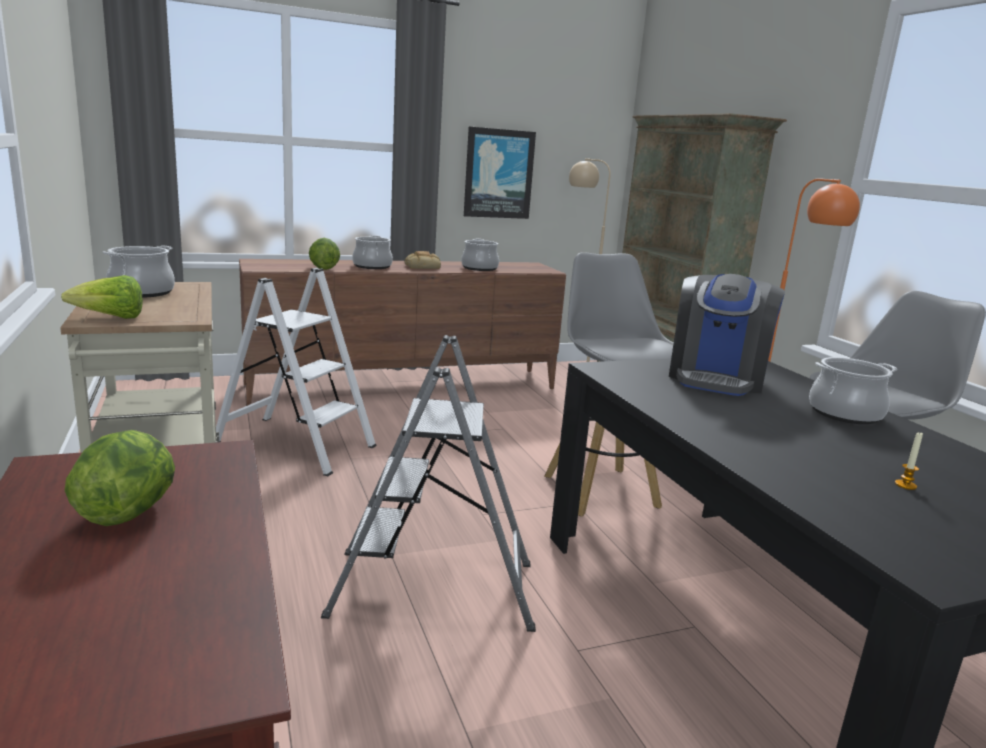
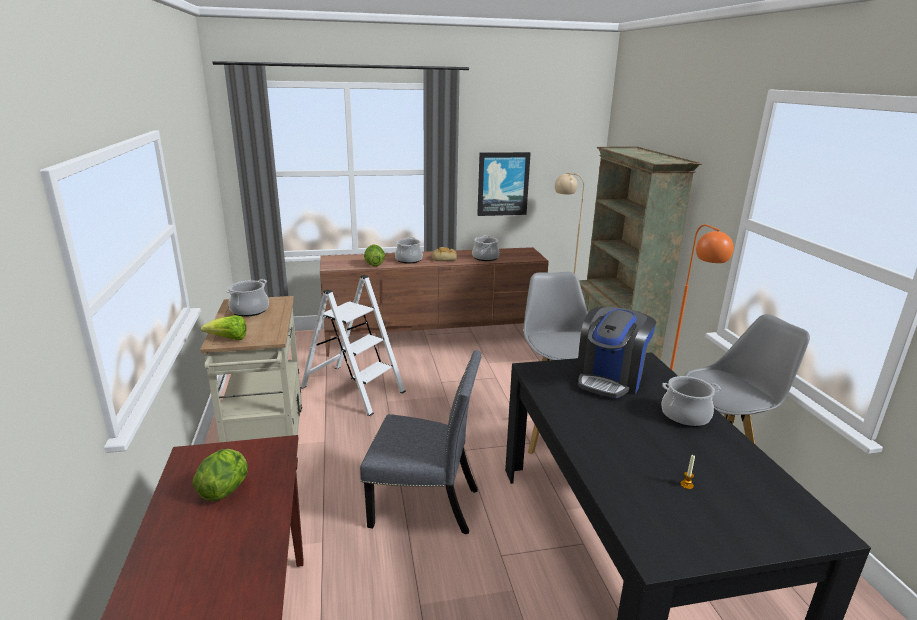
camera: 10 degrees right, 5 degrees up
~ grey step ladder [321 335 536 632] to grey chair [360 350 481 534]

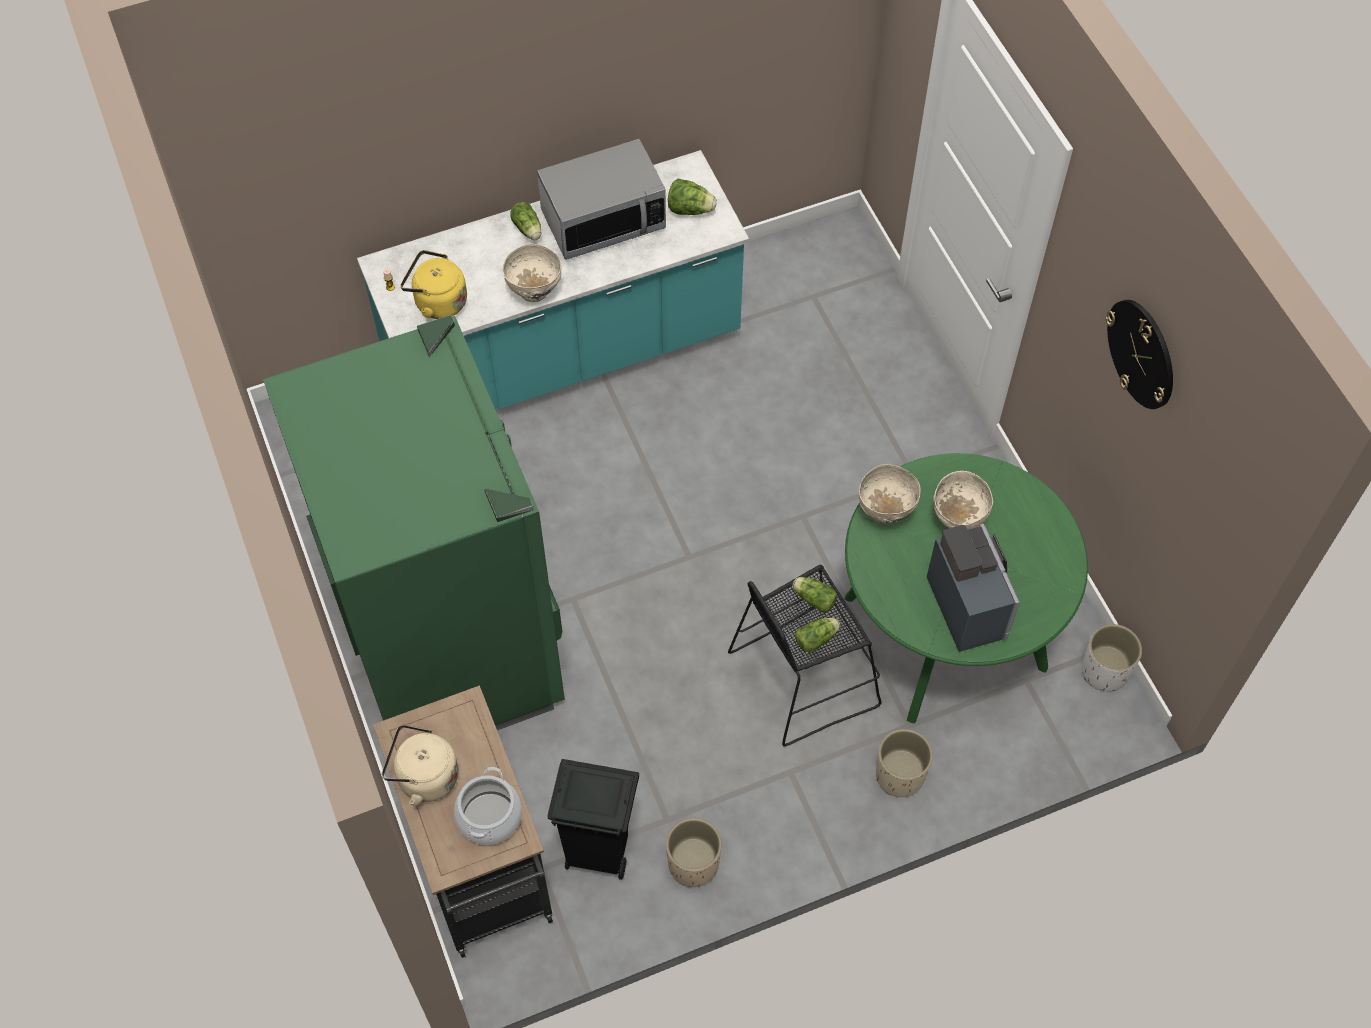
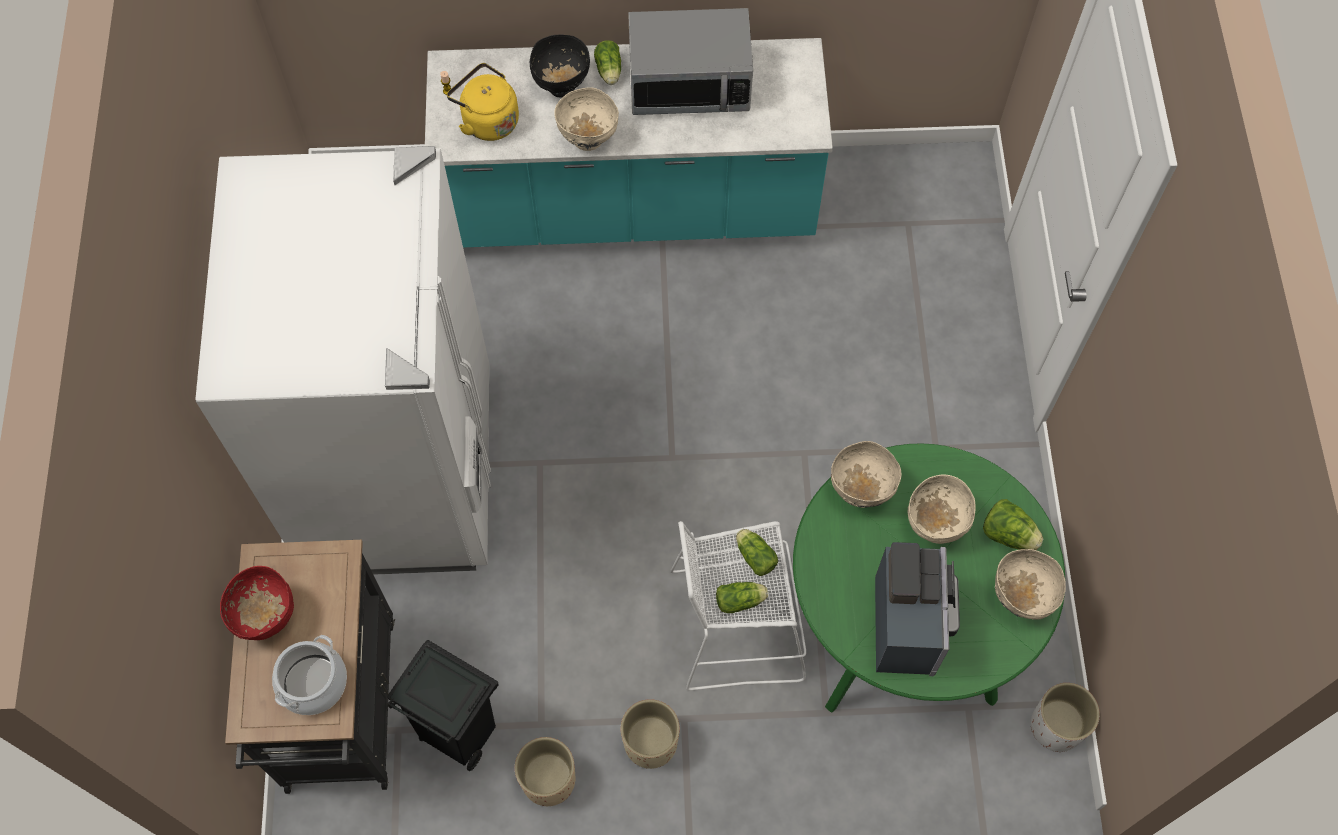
camera: 20 degrees right, 5 degrees up
~ lettuce [668 179 717 215] to [983 499 1043 550]
- wall clock [1106 300 1173 409]
~ green fridge [263 315 565 731] to white fridge [196 146 491 575]
~ black stool [728 565 882 747] to white stool [670 521 806 690]
~ beige kettle [382 725 459 806] to red bowl [220 566 294 640]
~ beige planter [876 729 933 797] to [621 699 680 769]
+ black bowl [530 34 590 97]
+ beige bowl [995 549 1066 620]

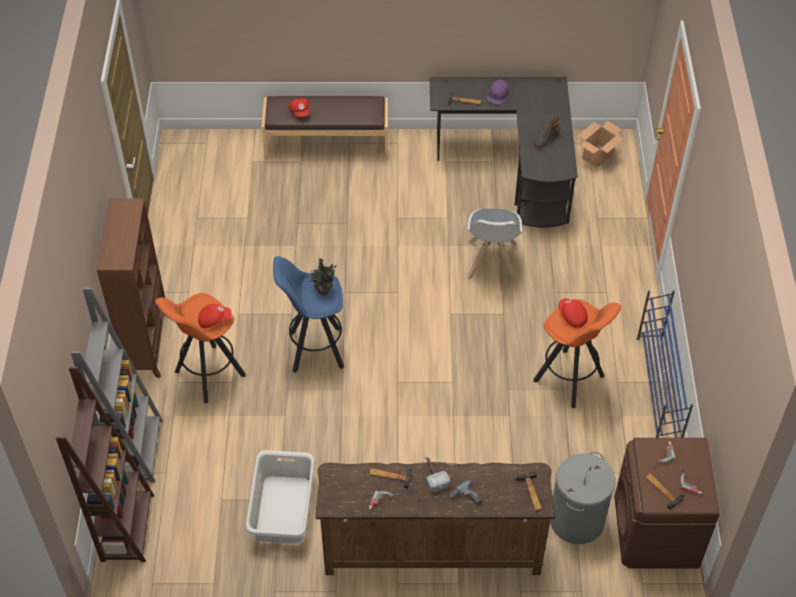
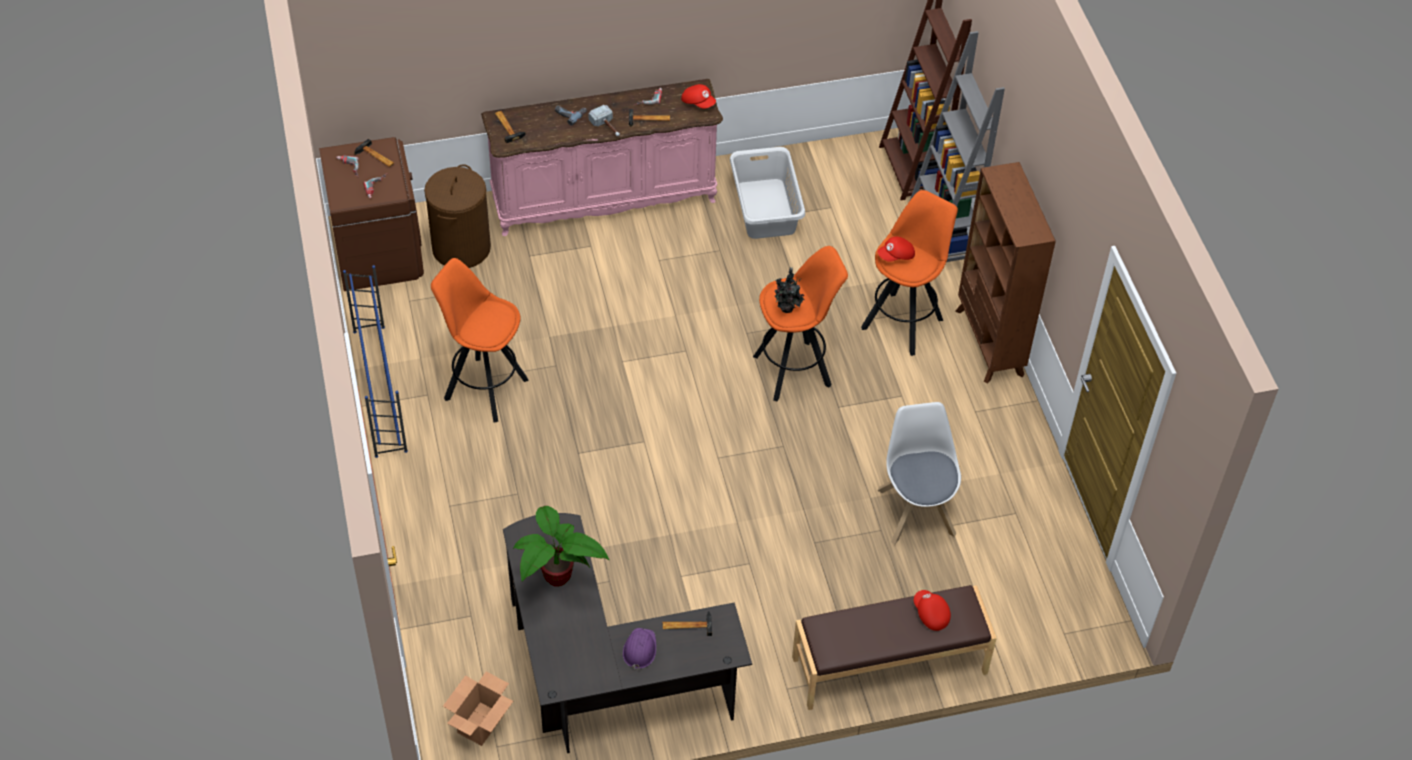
camera: 165 degrees right, 0 degrees up
~ boot [534 116 560 148] to potted plant [513 506 609 587]
~ chair [466 209 522 282] to [877 402 961 545]
~ blue stool [273 256 344 373] to orange stool [753 246 848 402]
~ red cap [558 298 588 328] to [681 84 716 109]
~ grey laundry basket [550 452 615 544] to brown laundry basket [424 164 491 268]

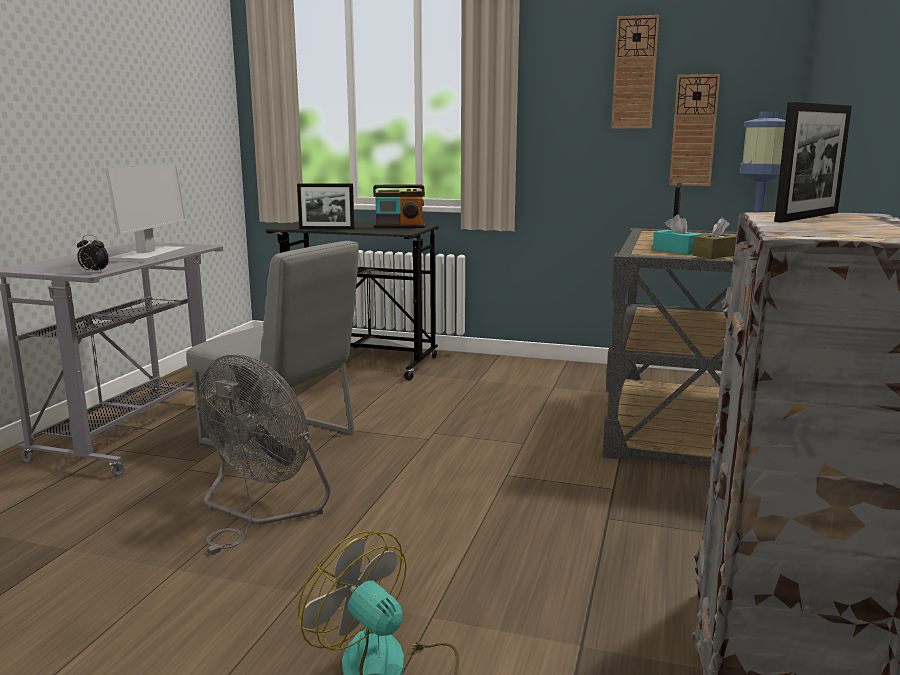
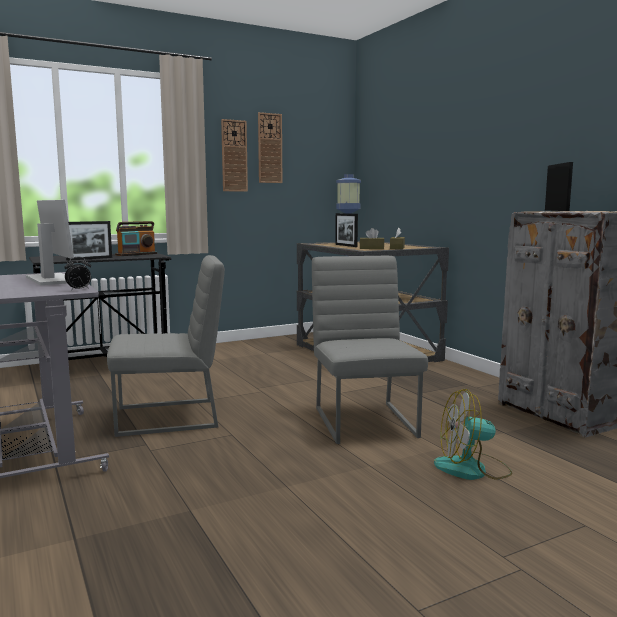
camera: 45 degrees left, 5 degrees down
~ wall clock [669 74 720 186] to [221 119 248 192]
~ turquoise tissue box [653 215 703 255] to brown tissue box [360 228 384 249]
- grey fan [197 355 330 555]
+ grey chair [312 256 428 444]

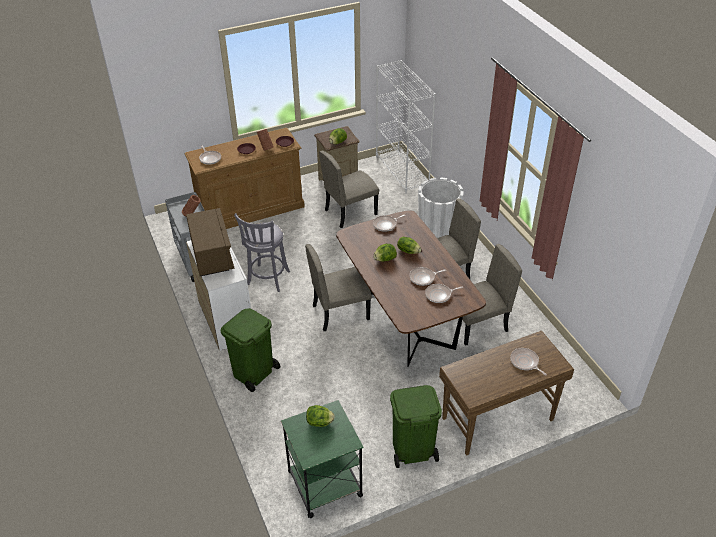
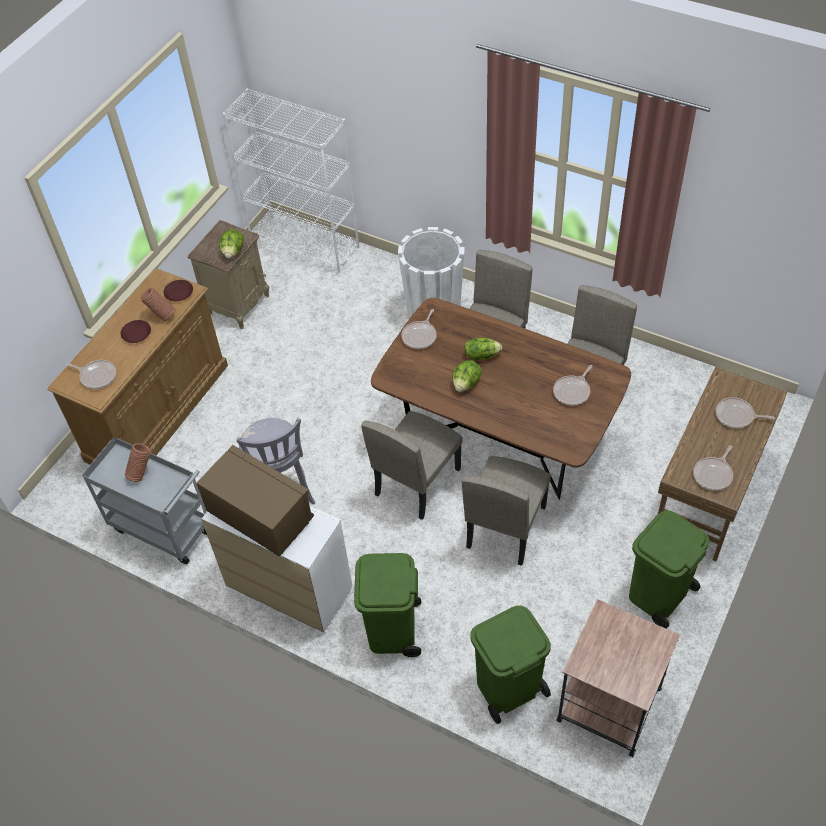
camera: 35 degrees left, 10 degrees up
~ beige chair [319 151 379 228] to [462 456 551 566]
~ frying pan [409 267 446 286] to [693 445 733 491]
~ green cart [281 400 363 518] to brown cart [556 599 680 757]
- lettuce [306 405 335 427]
+ green trash can [470 606 551 724]

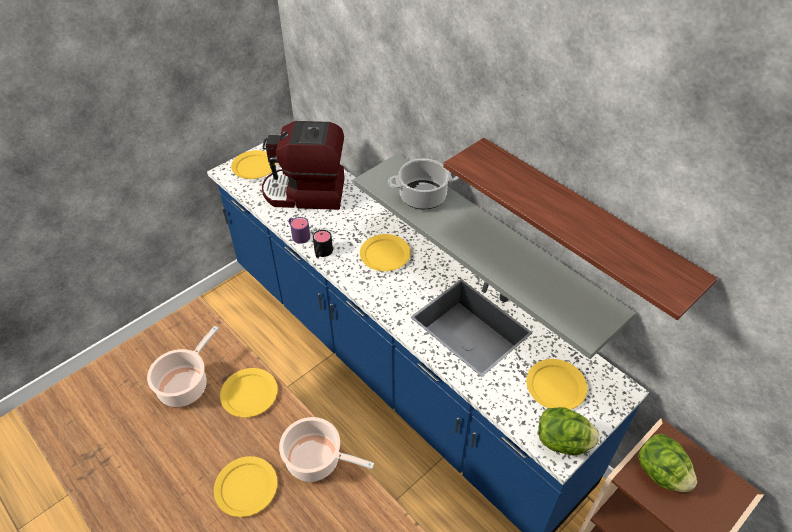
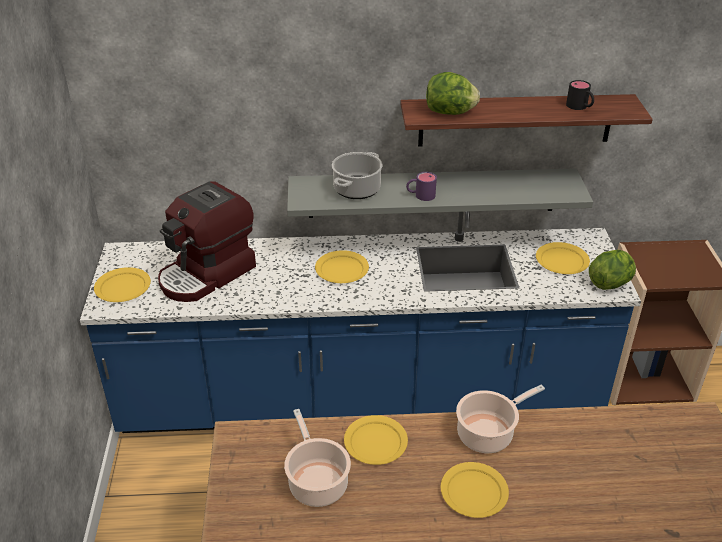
camera: 50 degrees left, 10 degrees down
~ purple mug [289 217 310 244] to [406 172 437 201]
~ black mug [313 230 333 258] to [566 80 594 110]
~ lettuce [638 434 697 492] to [426 72 480 115]

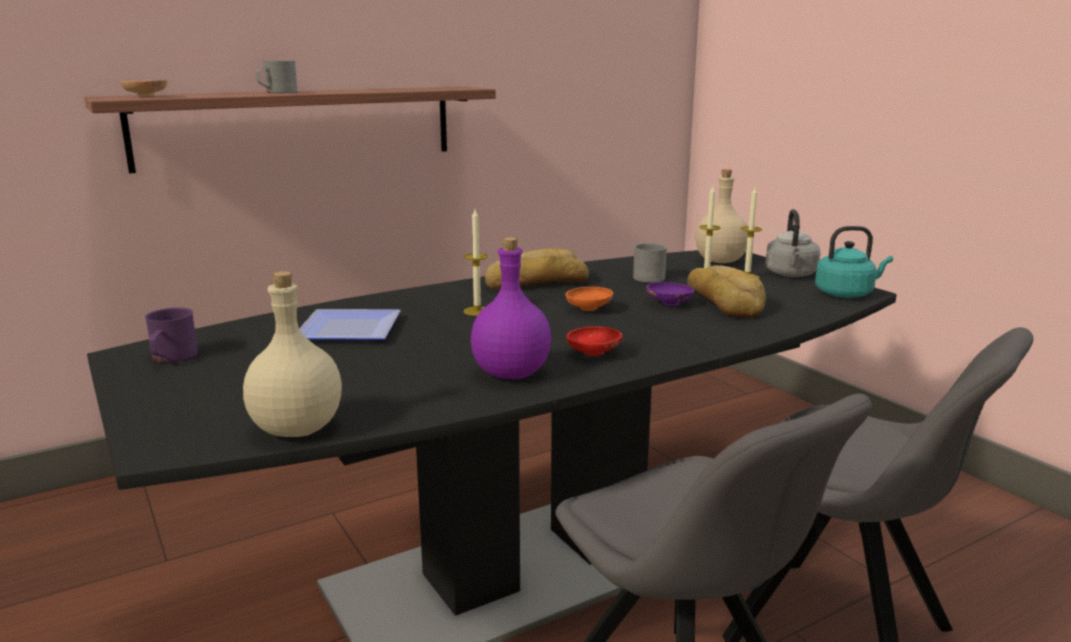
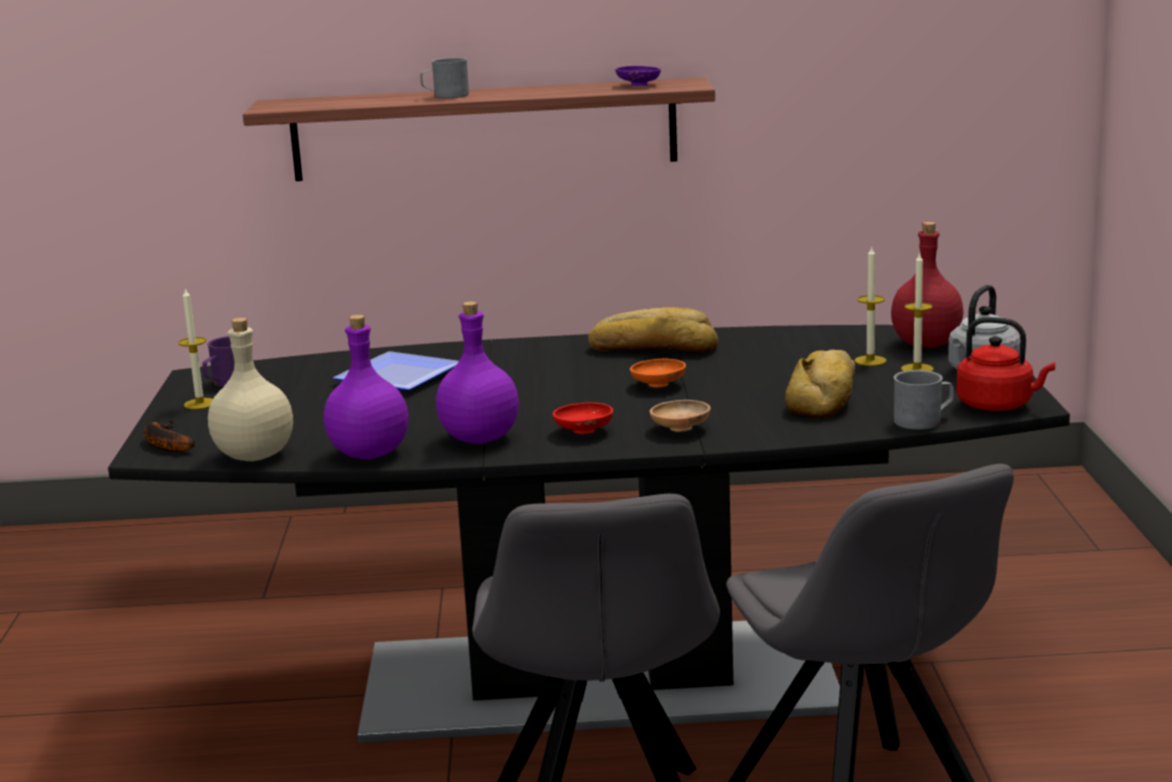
camera: 30 degrees right, 0 degrees up
~ brown bowl [120 80 167 97] to [650 400 711 432]
~ beige bottle [695 169 748 263] to red bottle [891 222 963 347]
~ candle [464 209 488 316] to [178 287 213 409]
~ turquoise kettle [815 226 893 298] to red kettle [956 317 1055 411]
~ grey mug [633 243 667 283] to [894 370 954 430]
~ purple bowl [646 282 694 306] to [615 66 661 86]
+ purple bottle [324 315 408 459]
+ banana [144 420 195 452]

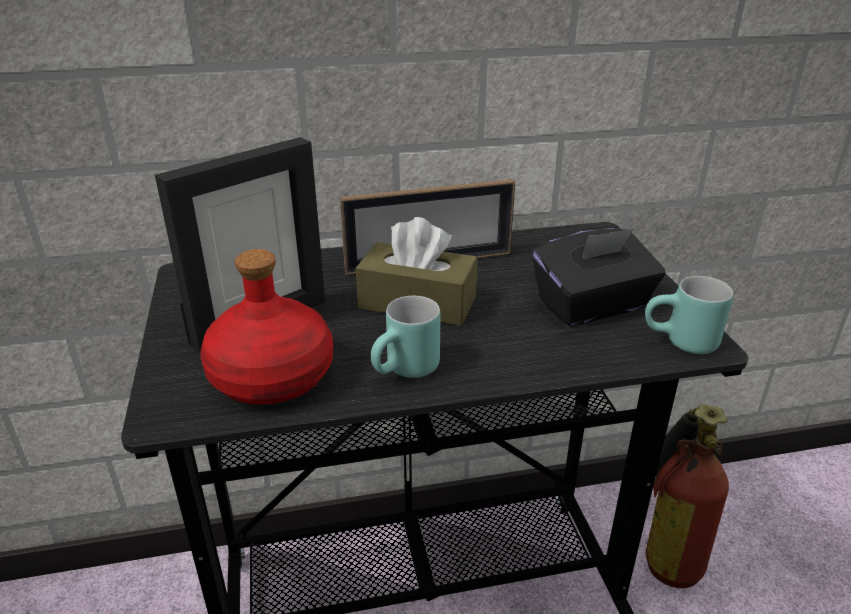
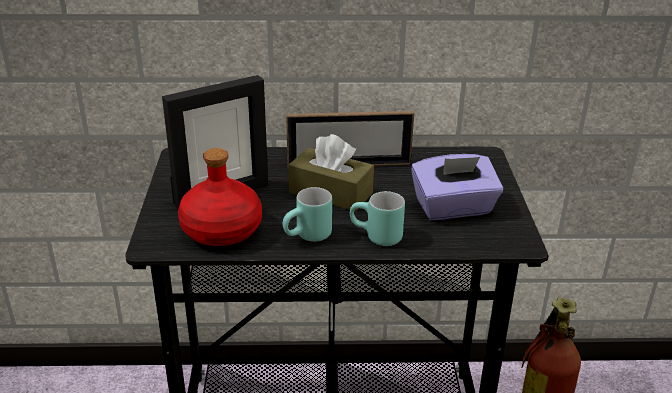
camera: 10 degrees right, 0 degrees up
~ black tissue box [532 228 665 326] to purple tissue box [411 154 503 220]
~ turquoise mug [645 276 733 354] to [350 191 405 246]

